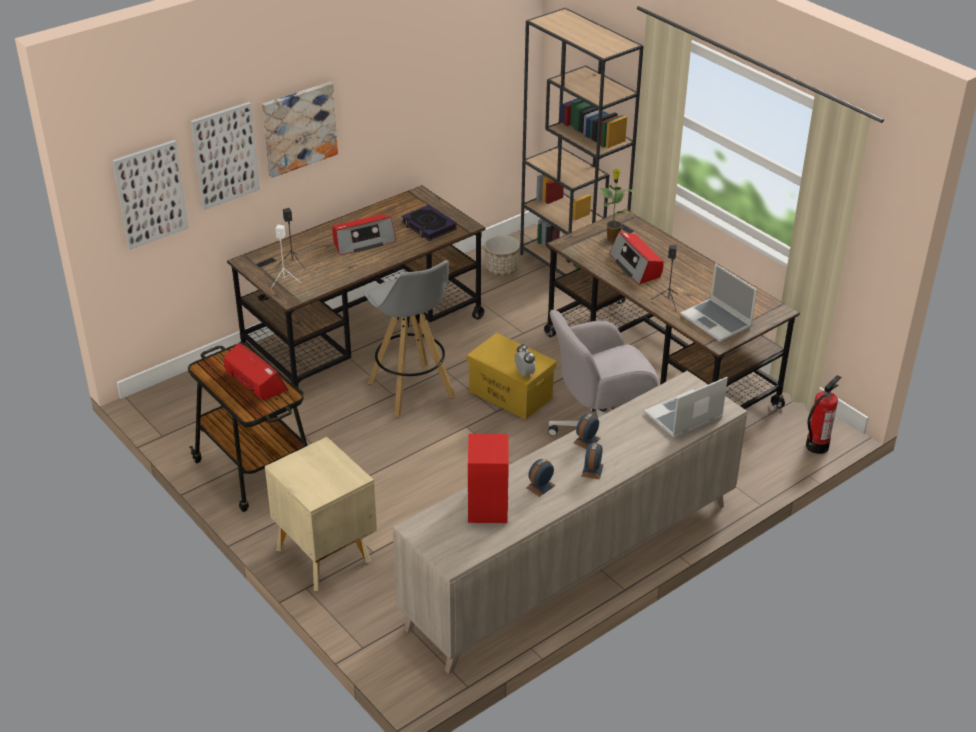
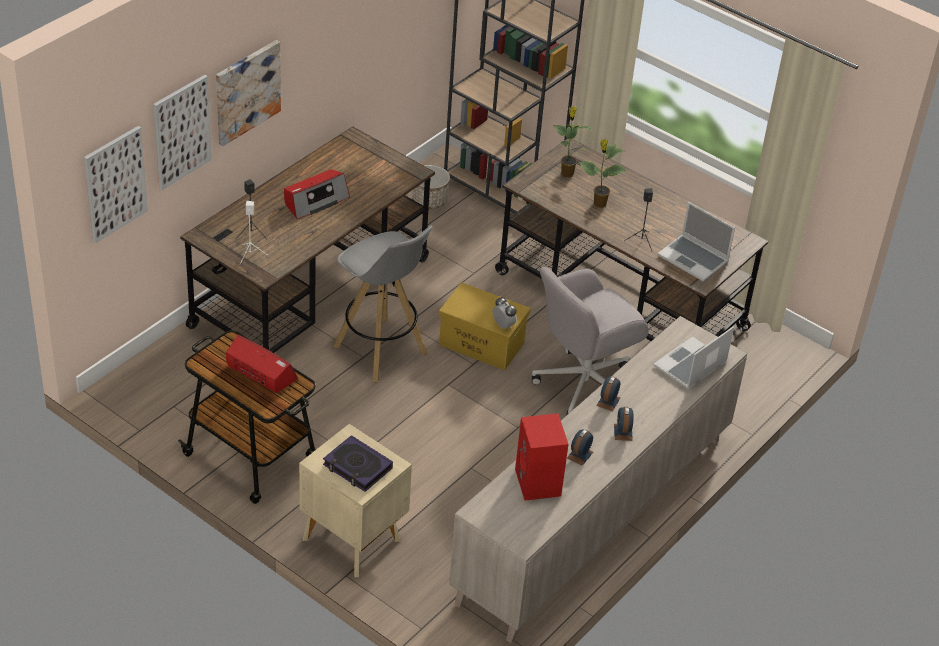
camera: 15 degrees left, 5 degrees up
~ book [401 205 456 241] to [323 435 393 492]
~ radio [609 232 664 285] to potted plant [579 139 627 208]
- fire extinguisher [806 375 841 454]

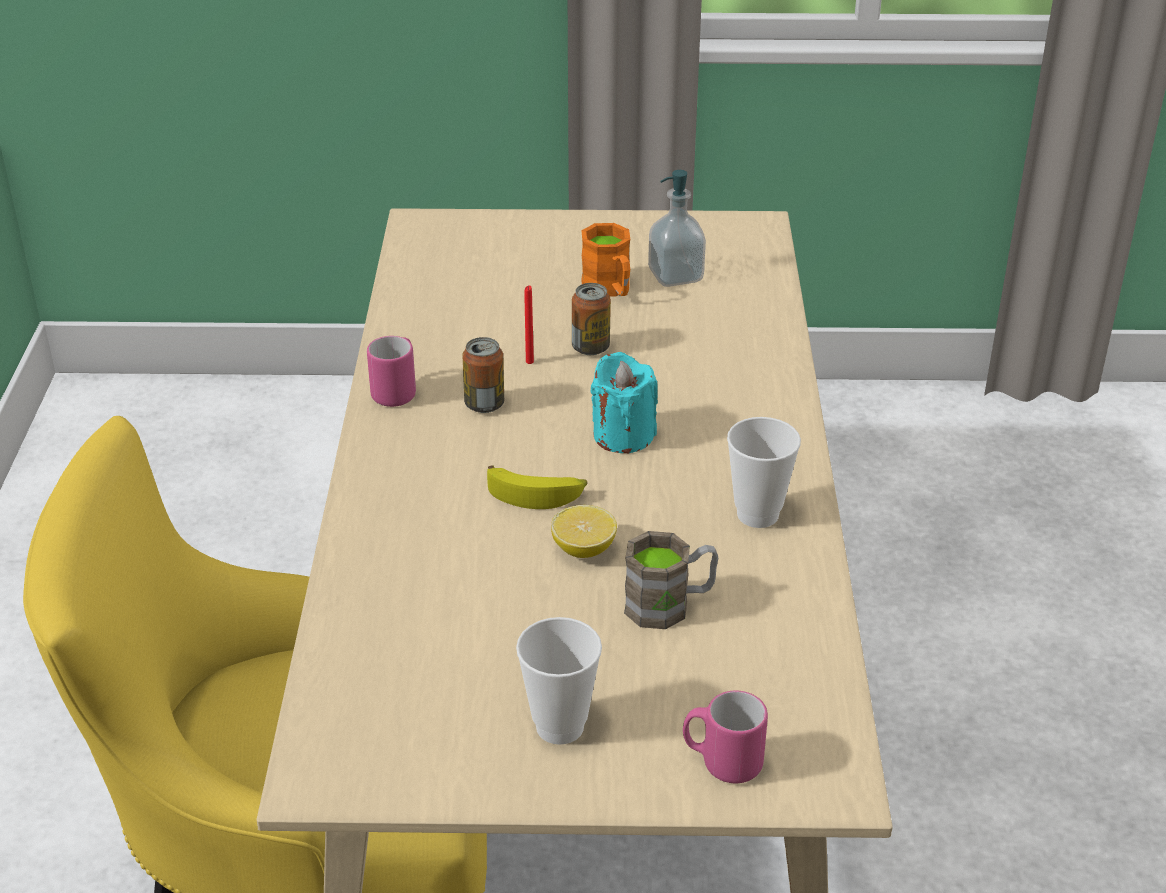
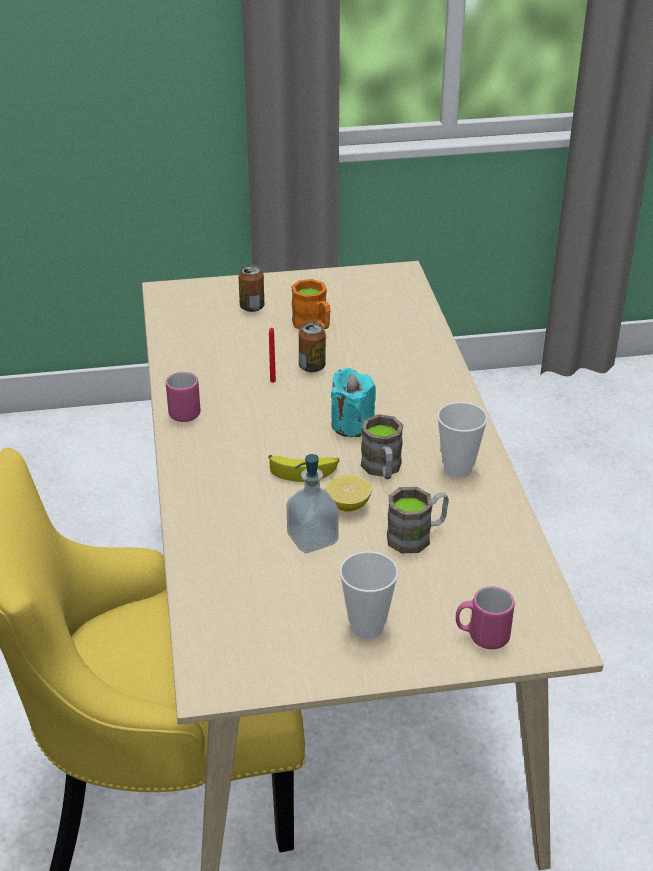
camera: 10 degrees left, 0 degrees up
~ soap dispenser [648 170 706 287] to [287 454 339 553]
~ can [462 337 504 413] to [238 264 264 312]
+ brown mug [361 414 403 479]

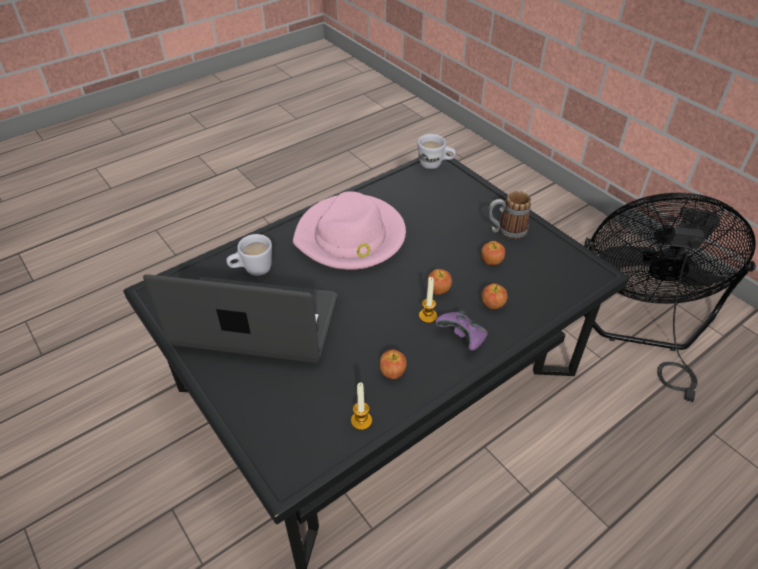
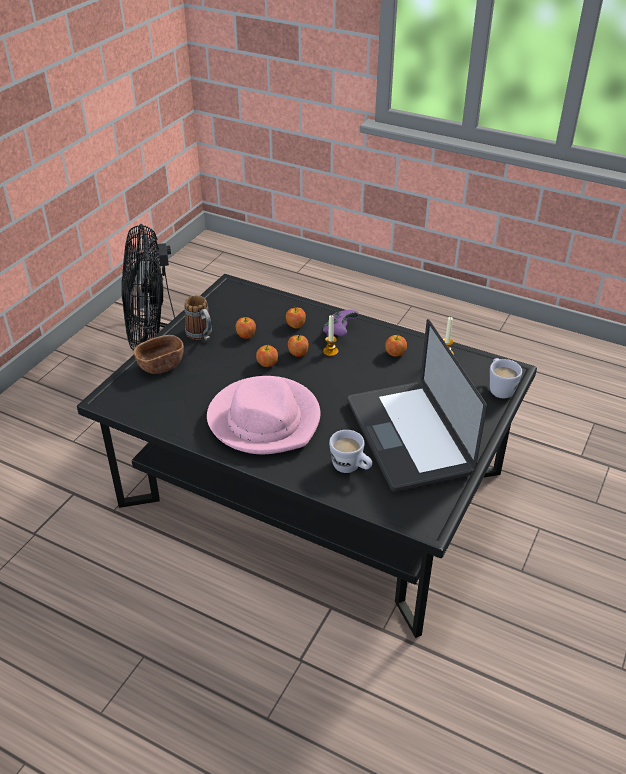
camera: 115 degrees left, 5 degrees down
~ white mug [417 134 456 169] to [490 358 522 398]
+ brown bowl [134 335 184 374]
+ apple [256 345 278 367]

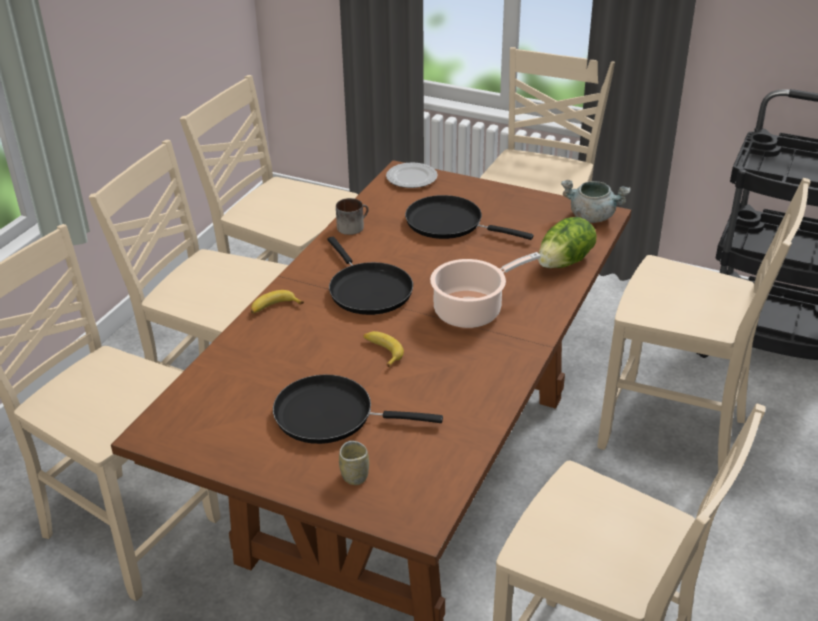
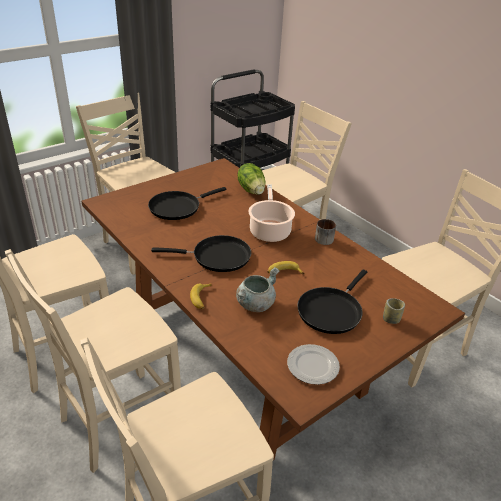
camera: 65 degrees left, 0 degrees up
~ plate [386 162 438 188] to [287 344 340 385]
~ grey cooking pot [561 180 630 223] to [236 267 279 312]
~ mug [336 198 369 235] to [315 219 336 245]

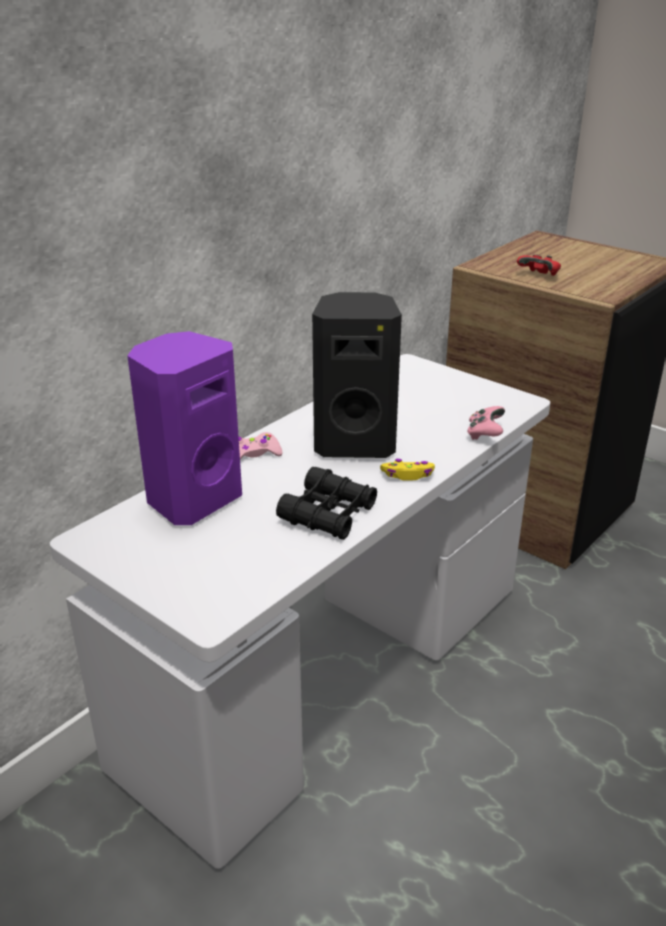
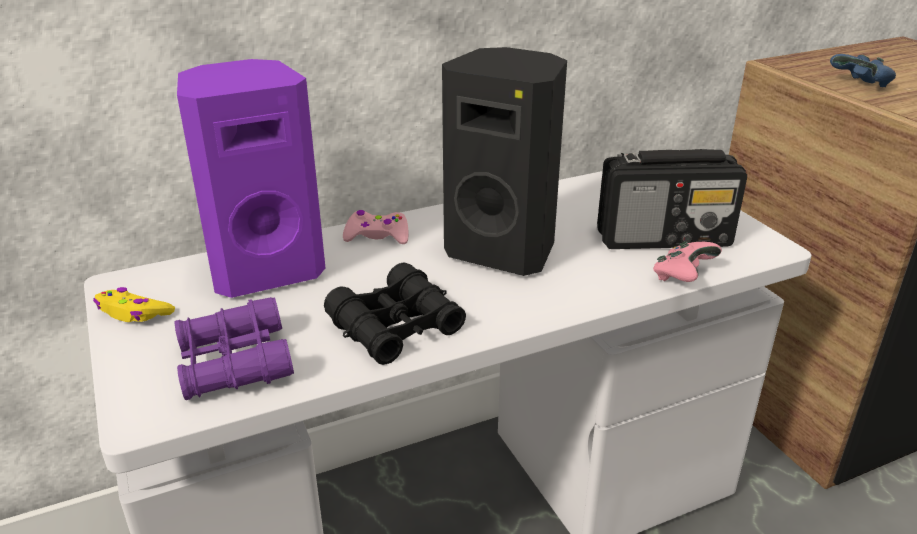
camera: 25 degrees right, 0 degrees up
~ red game controller [517 255 561 276] to blue game controller [830 54 896 87]
~ yellow game controller [380 459 435 481] to [93 287 175 322]
+ radio [597 149 747 249]
+ purple binoculars [174 297 294 400]

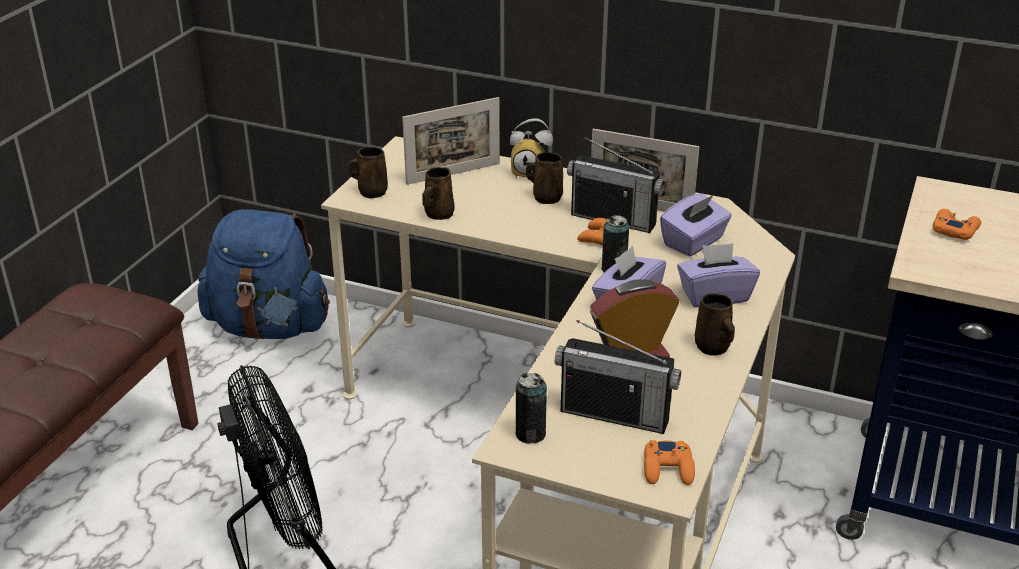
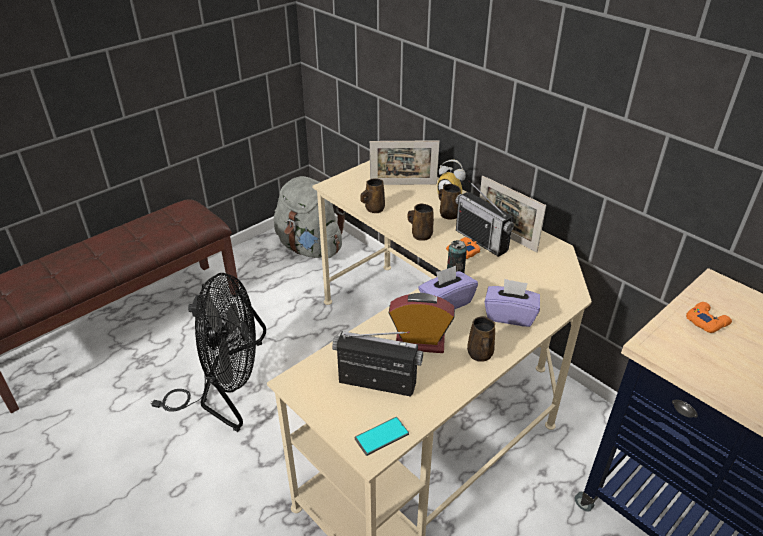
camera: 25 degrees right, 5 degrees up
~ brown mug [348 147 388 198] to [408 203 434 241]
- purple tissue box [660 193 732 256]
~ blue backpack [197 209 330 340] to grey backpack [274 176 345 258]
~ radio [555 320 681 434] = [332 331 423 396] 150 degrees clockwise
- can [516 372 547 444]
~ orange game controller [644 440 695 485] to phone [355 417 409 456]

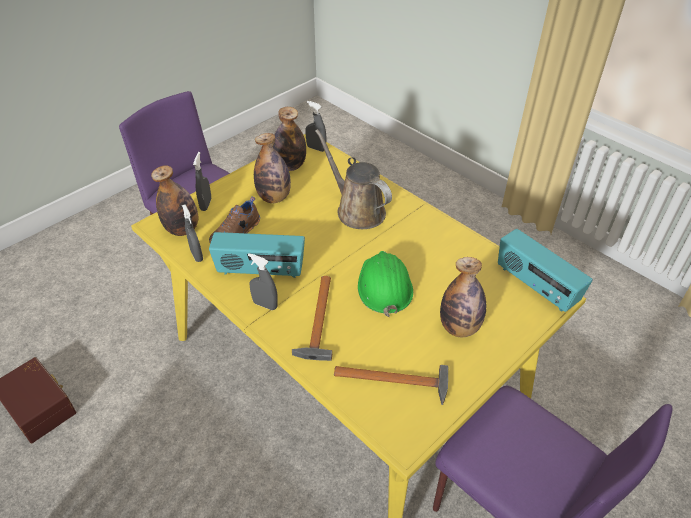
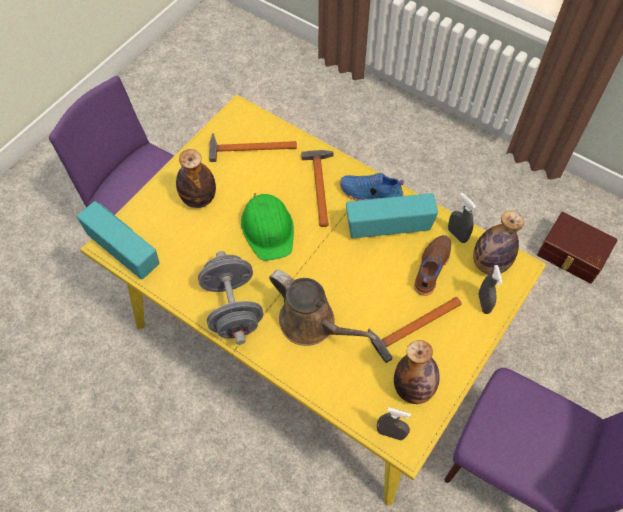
camera: 170 degrees right, 15 degrees up
~ bottle [254 133 291 203] to hammer [368 297 461 363]
~ grey spray bottle [248 253 278 310] to blue shoe [340 173 404 201]
+ grey dumbbell [198 251 264 345]

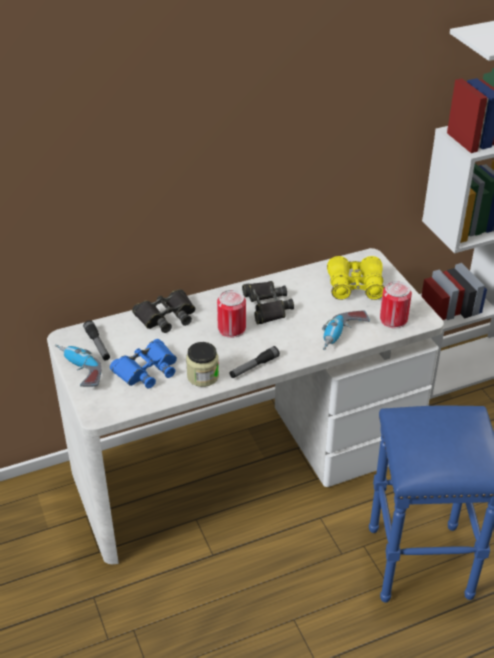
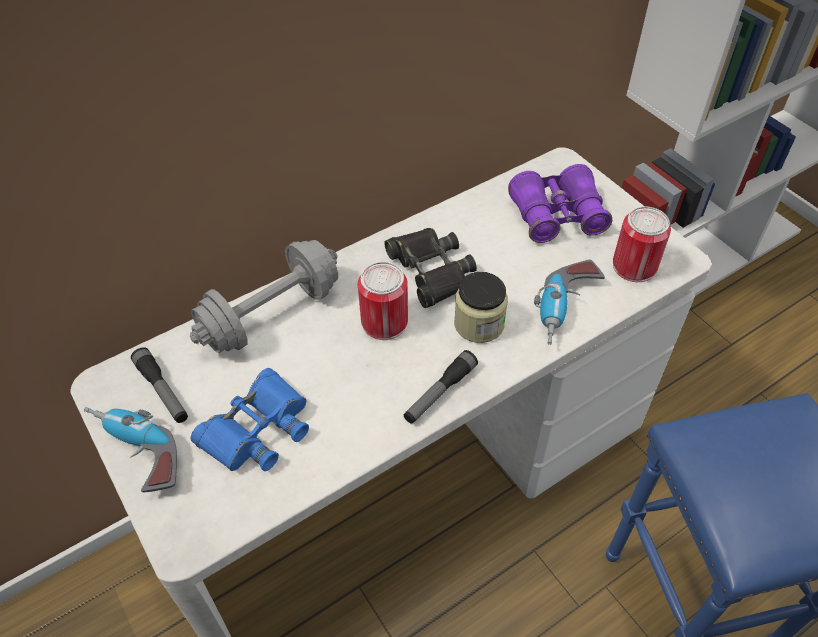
camera: 10 degrees left, 10 degrees up
~ yellow binoculars [327 256 385 300] to purple binoculars [508 164 612 243]
~ black binoculars [132 289 195 333] to grey dumbbell [190 240 338 353]
~ jar [186 342 219 387] to [454 272 508 343]

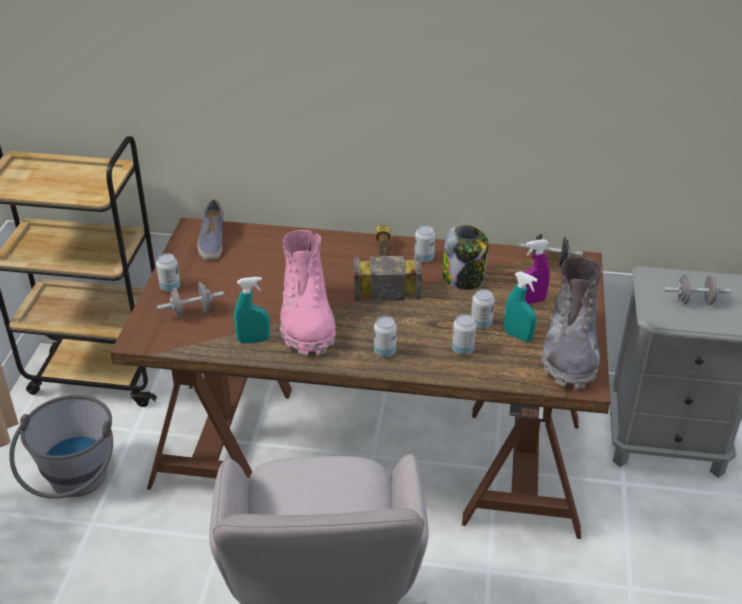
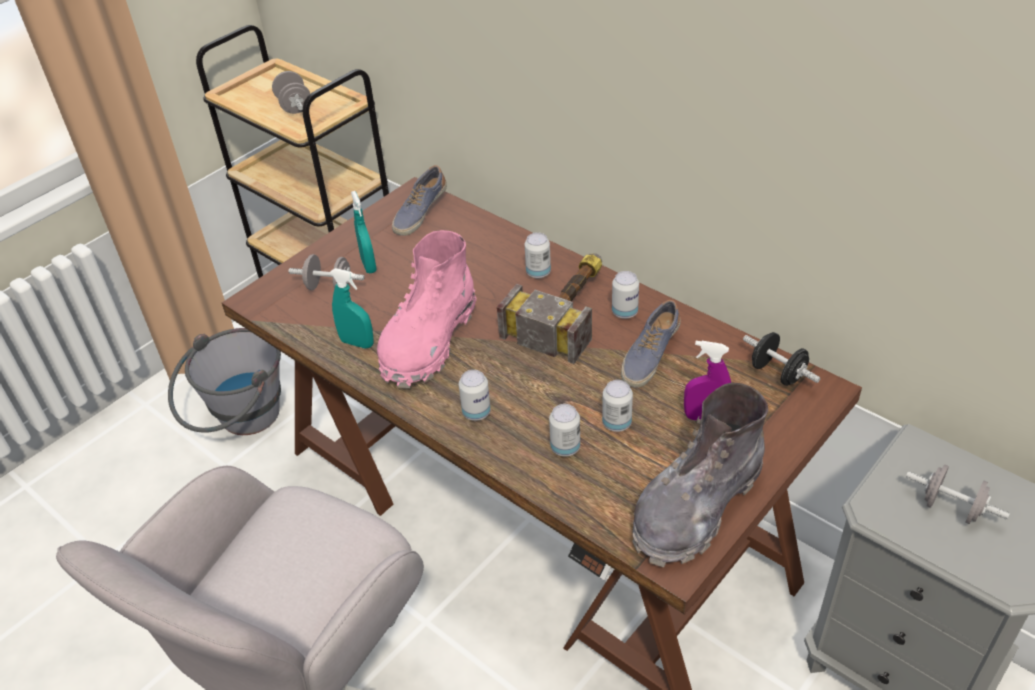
camera: 35 degrees right, 5 degrees up
~ jar [442 224 488 290] to shoe [621 300 681 388]
~ can [156 253 180 292] to [525 232 551 278]
~ turquoise spray bottle [504 272 538 342] to [351 191 377 273]
+ grey dumbbell [272 71 310 114]

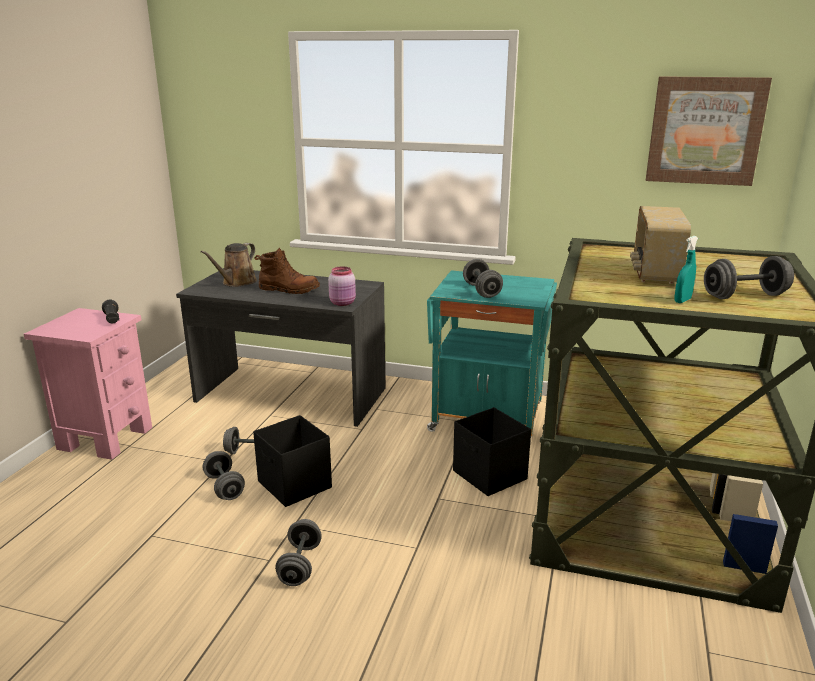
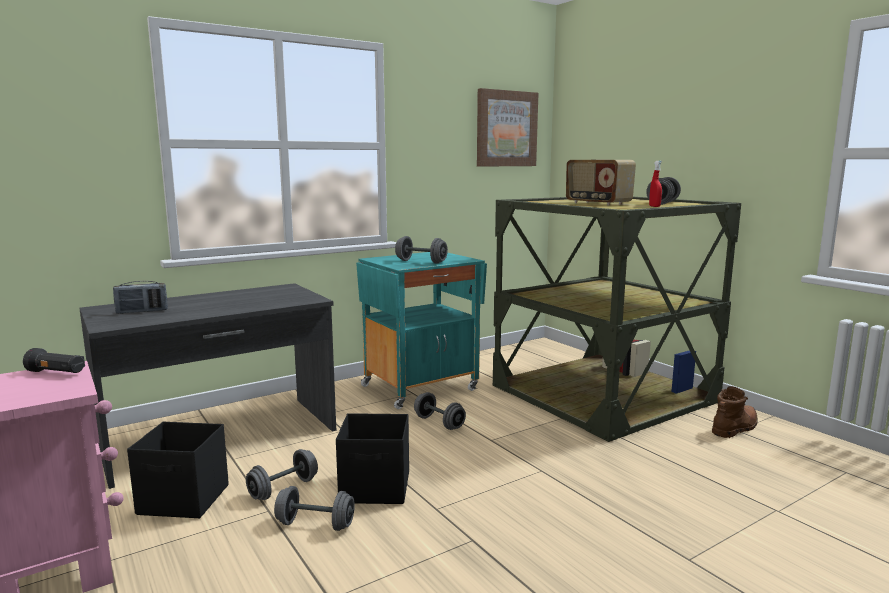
camera: 50 degrees left, 10 degrees down
~ turquoise spray bottle [674 236 698 303] to red spray bottle [649 161 662 207]
~ brown watering can [201 243 257 287] to radio [113 281 168 314]
~ brown boot [254 248 320 294] to [712 386 758 438]
- pink jar [328 266 356 306]
~ black storage box [453 407 531 496] to [127 421 229 518]
~ grey dumbbell [275 519 322 586] to [414 392 466 430]

